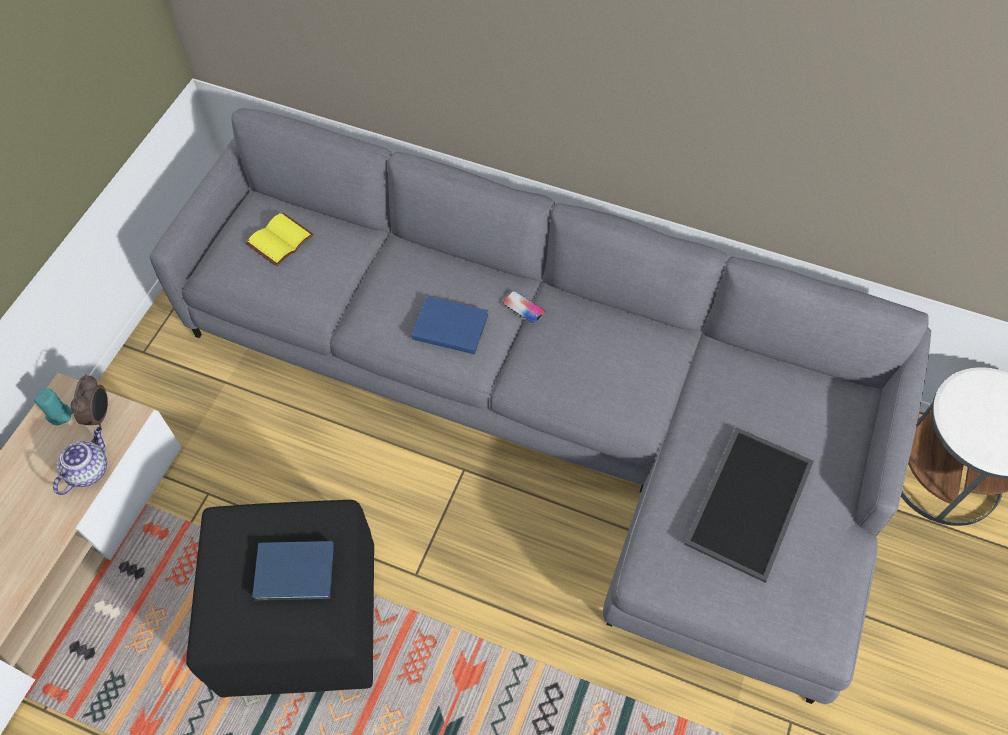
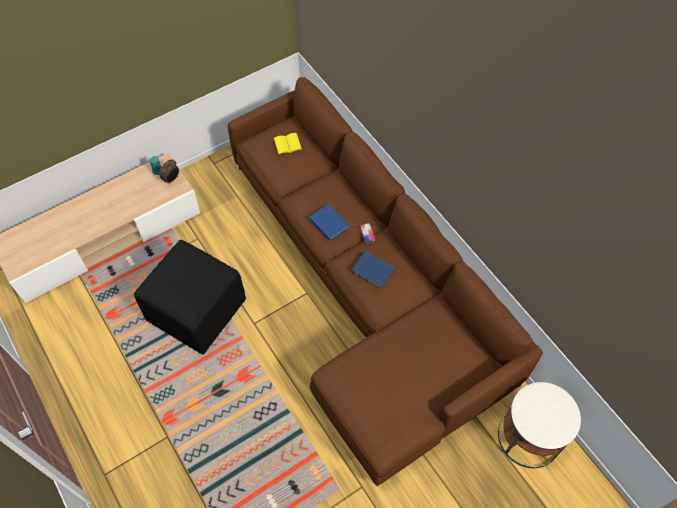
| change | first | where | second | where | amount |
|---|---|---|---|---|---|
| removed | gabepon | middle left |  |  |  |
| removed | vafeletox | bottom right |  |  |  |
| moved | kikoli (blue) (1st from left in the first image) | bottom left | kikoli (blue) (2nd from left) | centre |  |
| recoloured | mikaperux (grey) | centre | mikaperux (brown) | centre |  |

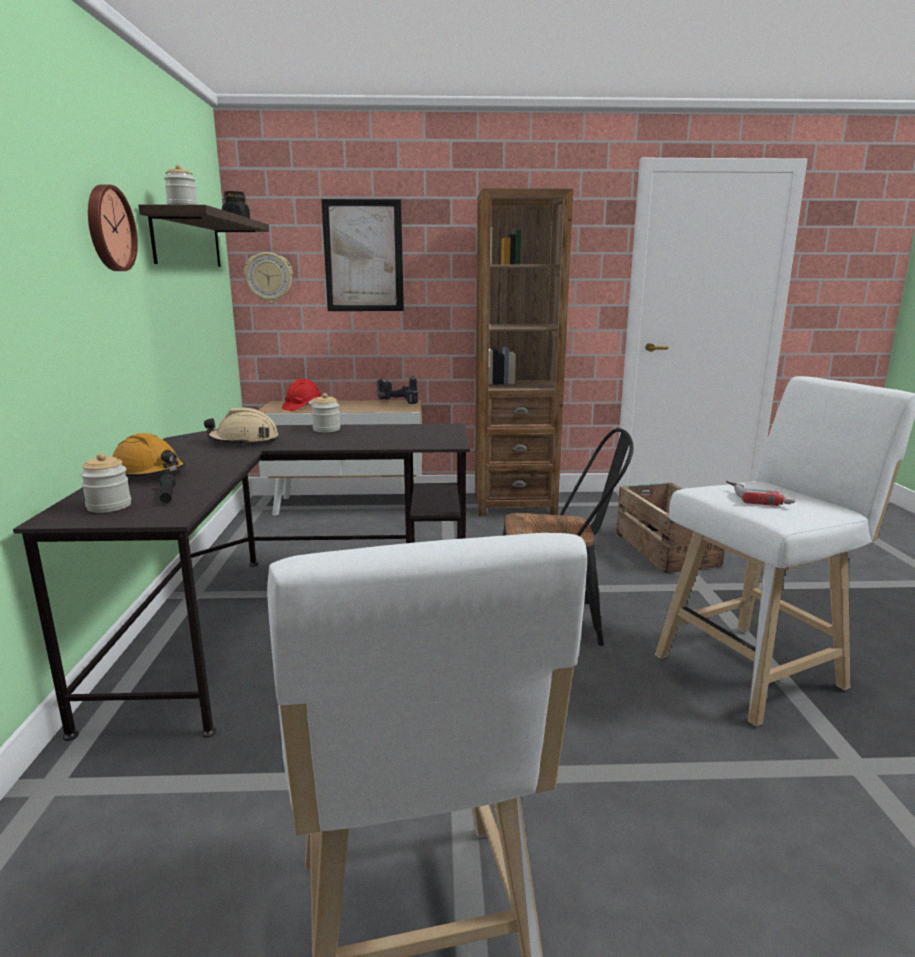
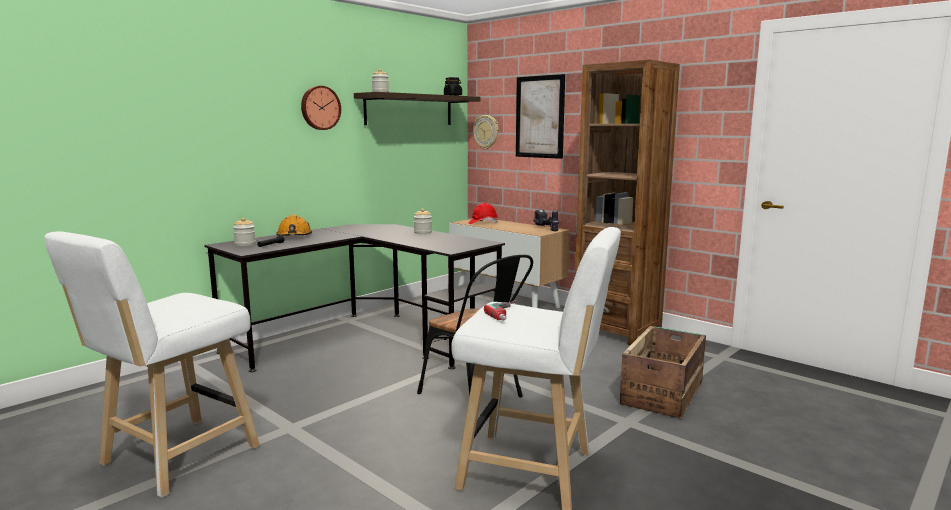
| change | first | where | second | where | amount |
|---|---|---|---|---|---|
| removed | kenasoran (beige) | middle left |  |  |  |

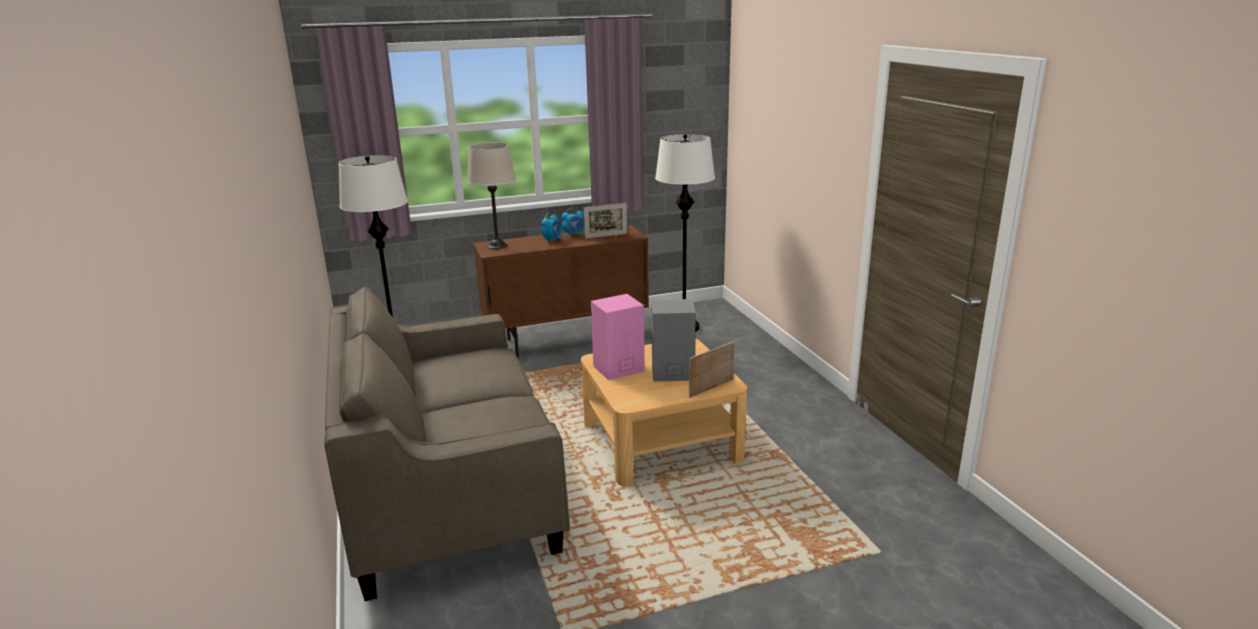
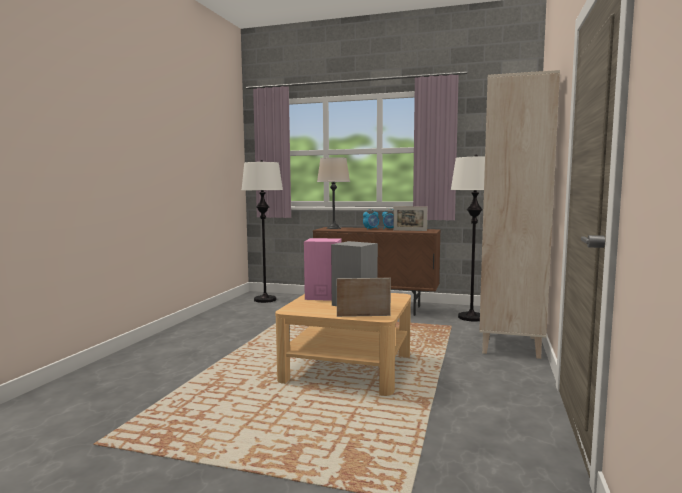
| change | first | where | second | where | amount |
|---|---|---|---|---|---|
| removed | mikaperux (beige) | bottom centre |  |  |  |
| added |  |  | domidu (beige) | middle right |  |

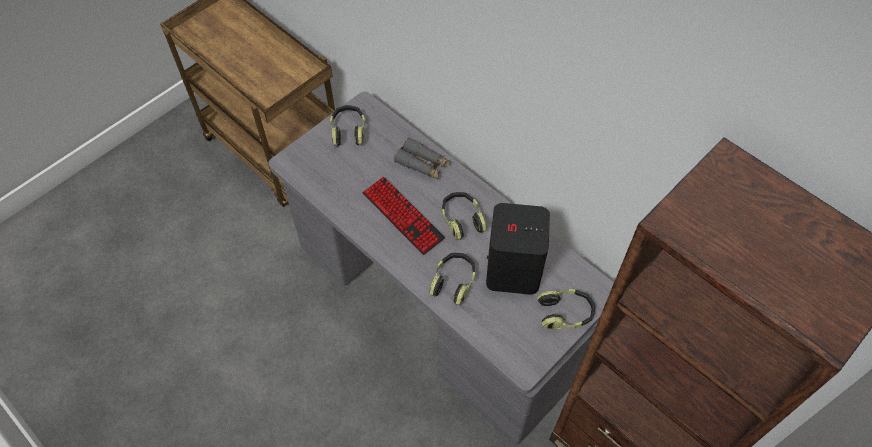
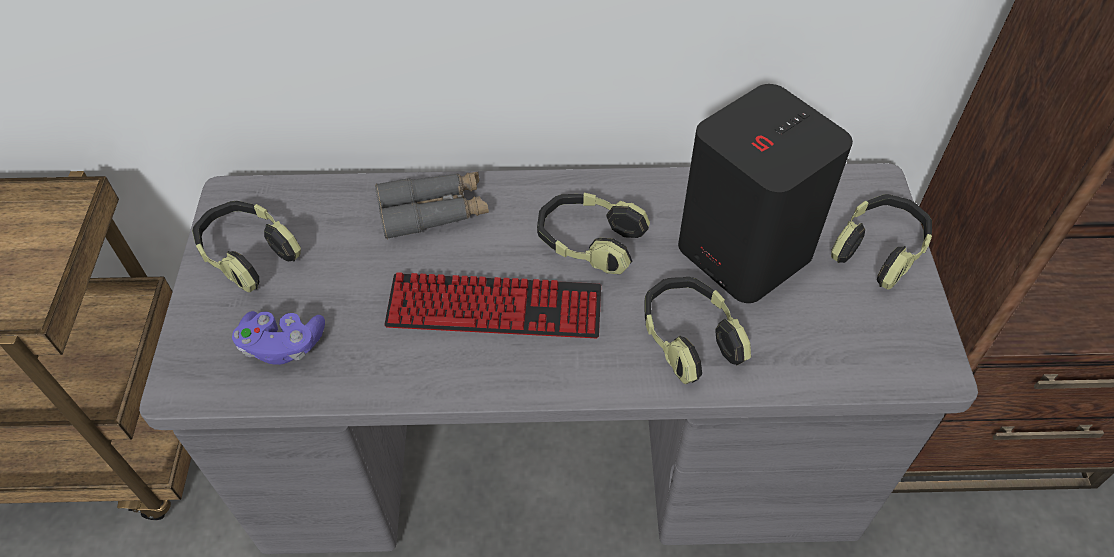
| change | first | where | second | where | amount |
|---|---|---|---|---|---|
| added |  |  | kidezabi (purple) | middle left |  |

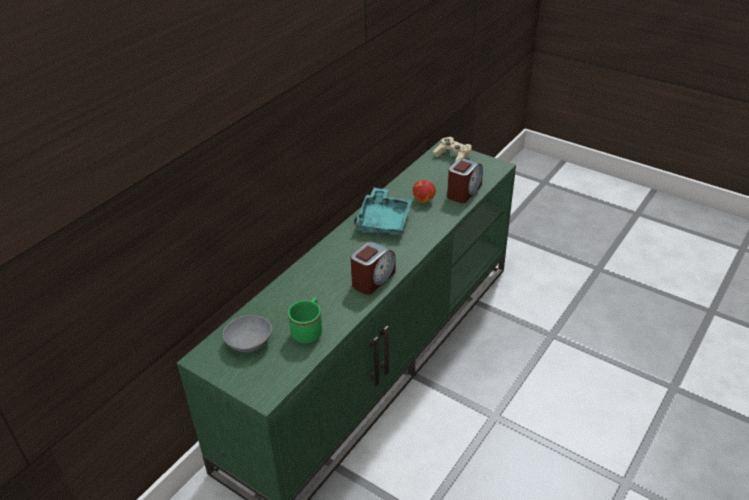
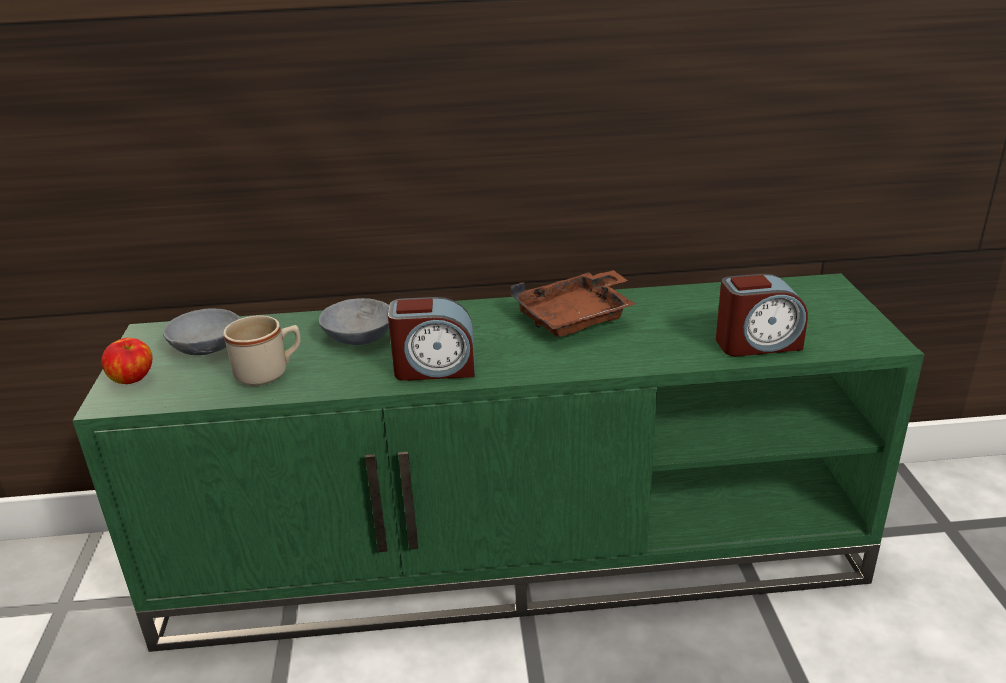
| change | first | where | second | where | amount |
|---|---|---|---|---|---|
| removed | kidezabi (beige) | top centre |  |  |  |
| added |  |  | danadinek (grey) (2nd from left) | centre |  |
| moved | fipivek | centre |  | middle left |  |
| recoloured | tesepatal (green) | centre | tesepatal (beige) | middle left |  |
| recoloured | vafeletox (turquoise) | centre | vafeletox (brown) | centre |  |

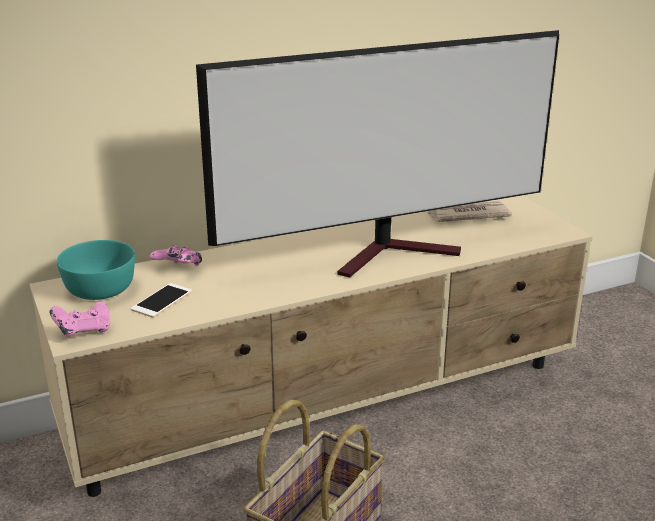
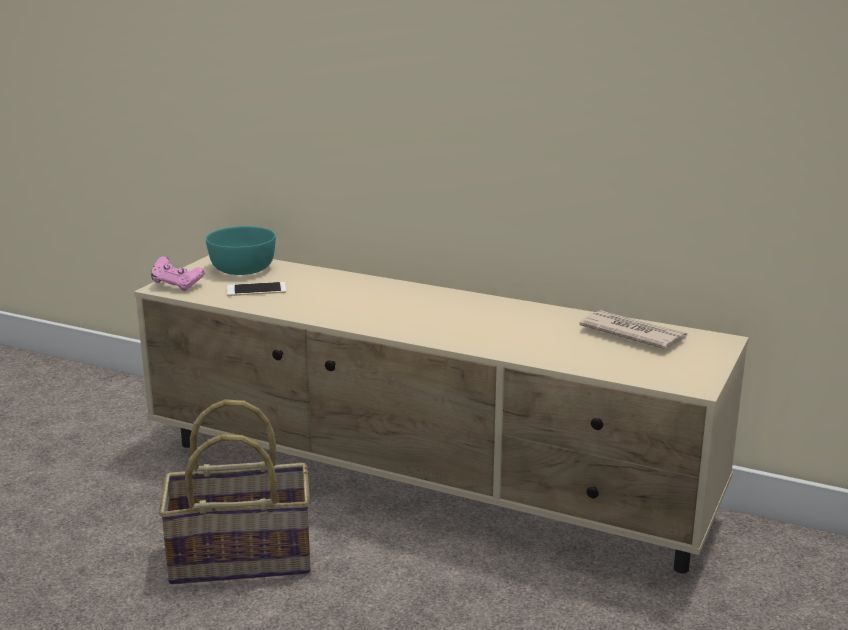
| change | first | where | second | where | amount |
|---|---|---|---|---|---|
| removed | kidezabi (pink) (2nd from left) | middle left |  |  |  |
| removed | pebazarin | top centre |  |  |  |

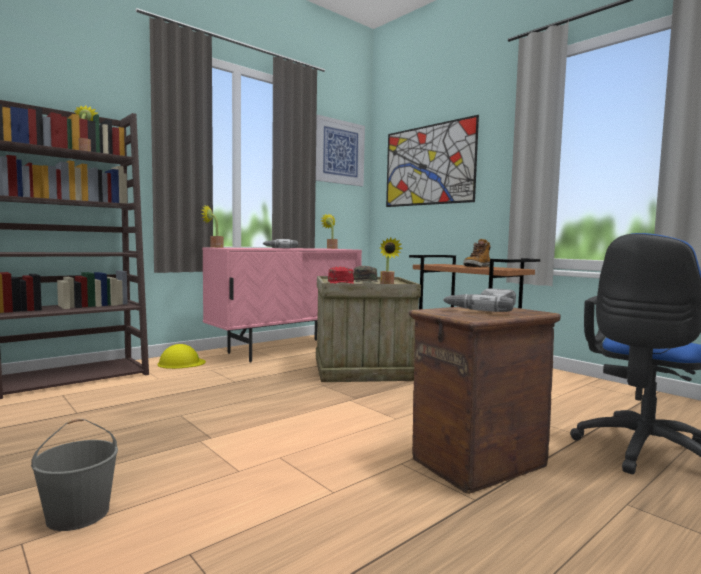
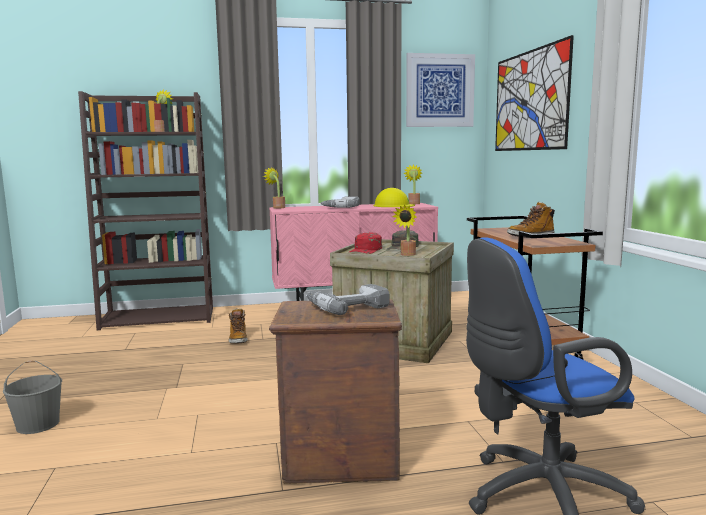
| change | first | where | second | where | amount |
|---|---|---|---|---|---|
| added |  |  | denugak (1st from left) | centre |  |
| moved | kenasoran (yellow) | middle left |  | centre |  |

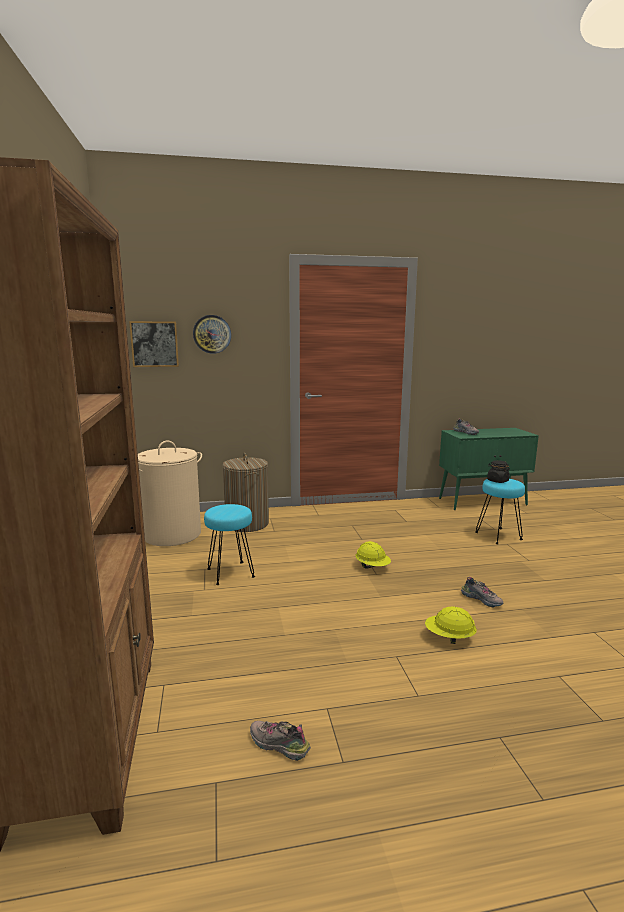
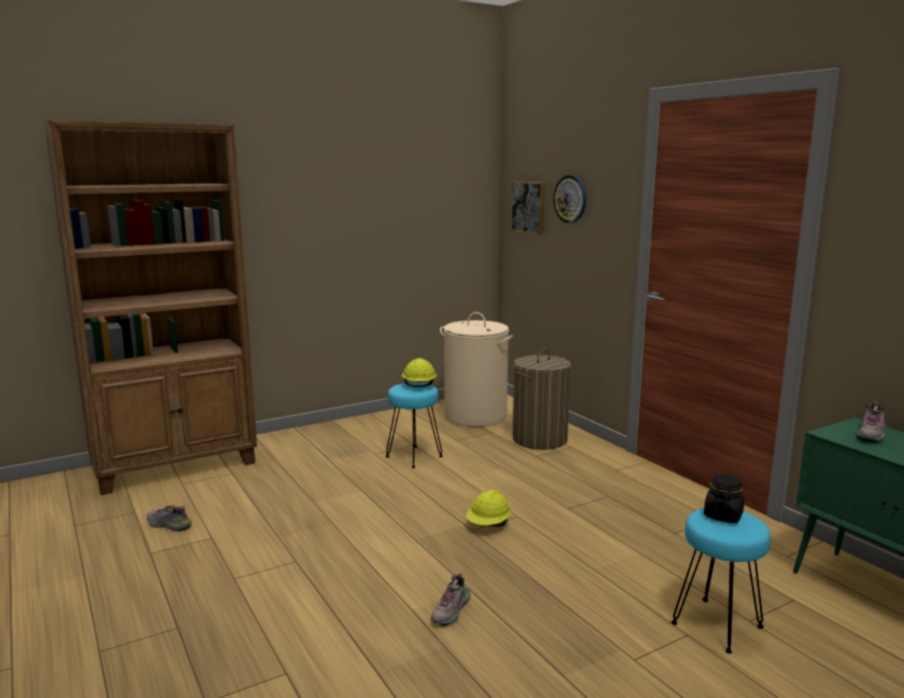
| change | first | where | second | where | amount |
|---|---|---|---|---|---|
| moved | kenasoran (yellow) (2nd from left in the first image) | bottom right | kenasoran (yellow) (1st from left) | centre |  |
| turned | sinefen (1st from left) | bottom centre |  | bottom left | 75 degrees counterclockwise |

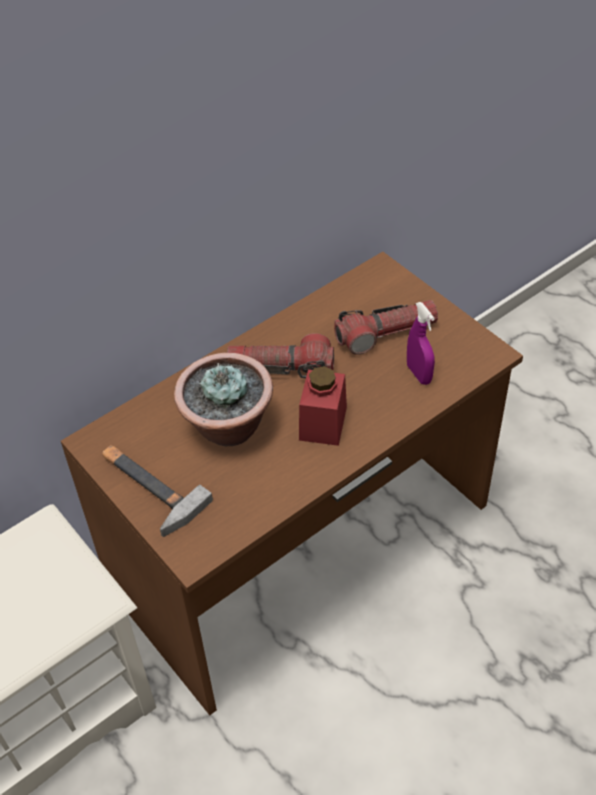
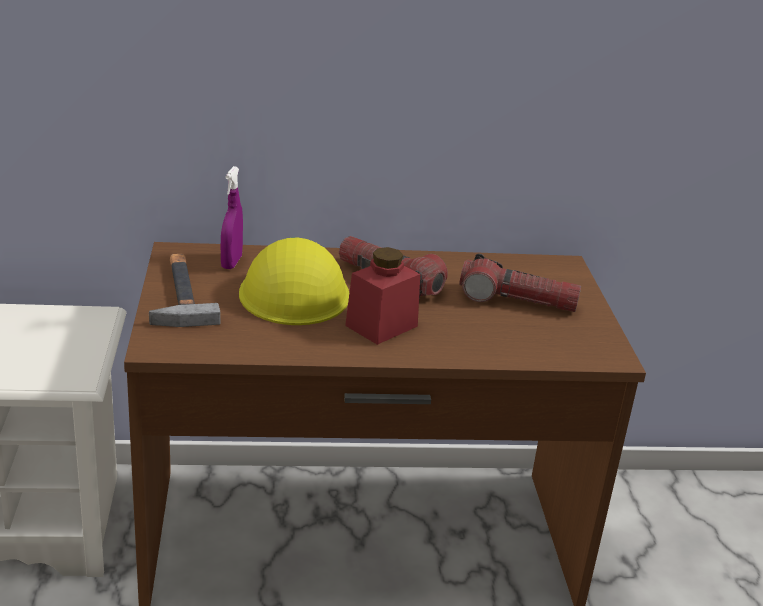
| change | first | where | second | where | amount |
|---|---|---|---|---|---|
| moved | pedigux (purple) | middle right |  | middle left |  |
| replaced | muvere | centre | kenasoran (yellow) | centre |  |

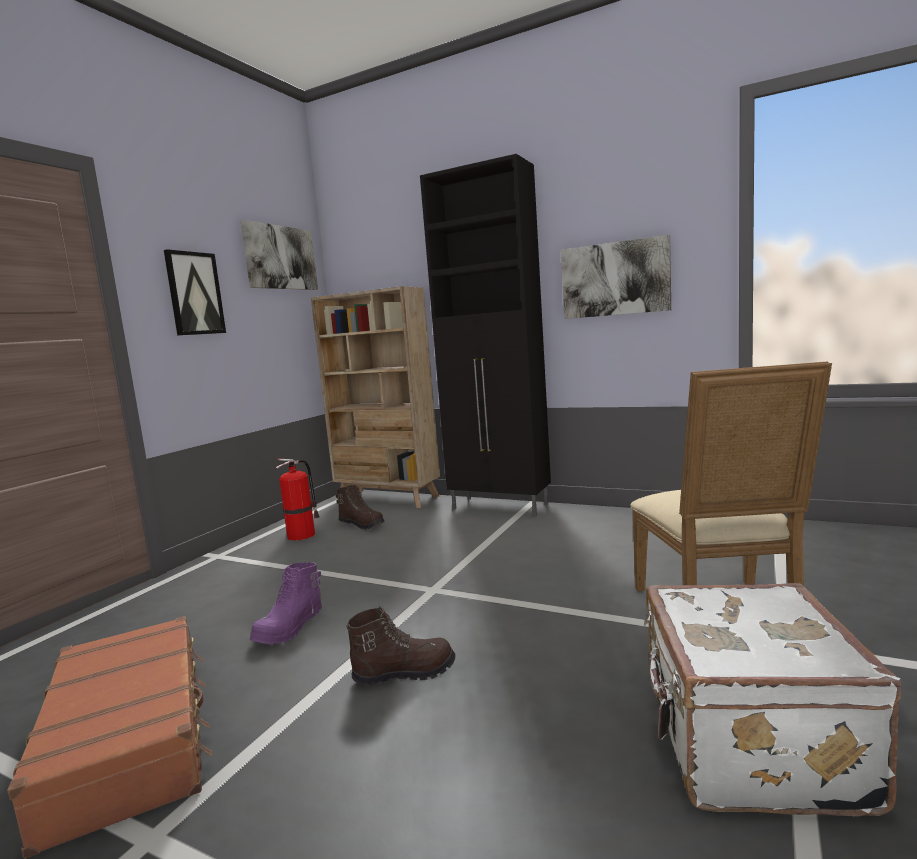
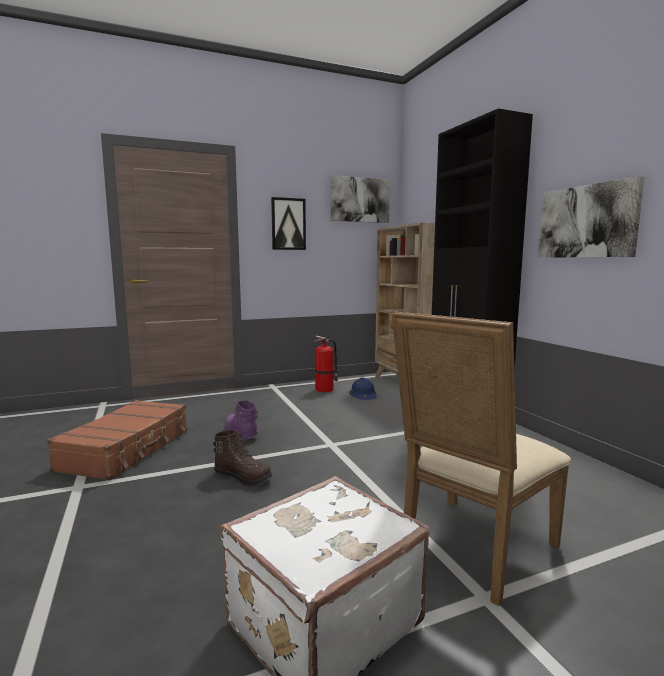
| change | first | where | second | where | amount |
|---|---|---|---|---|---|
| replaced | denugak (brown) (1st from left) | centre | kenasoran (blue) | centre |  |
| turned | denugak (purple) | bottom left |  | centre | 75 degrees clockwise |

